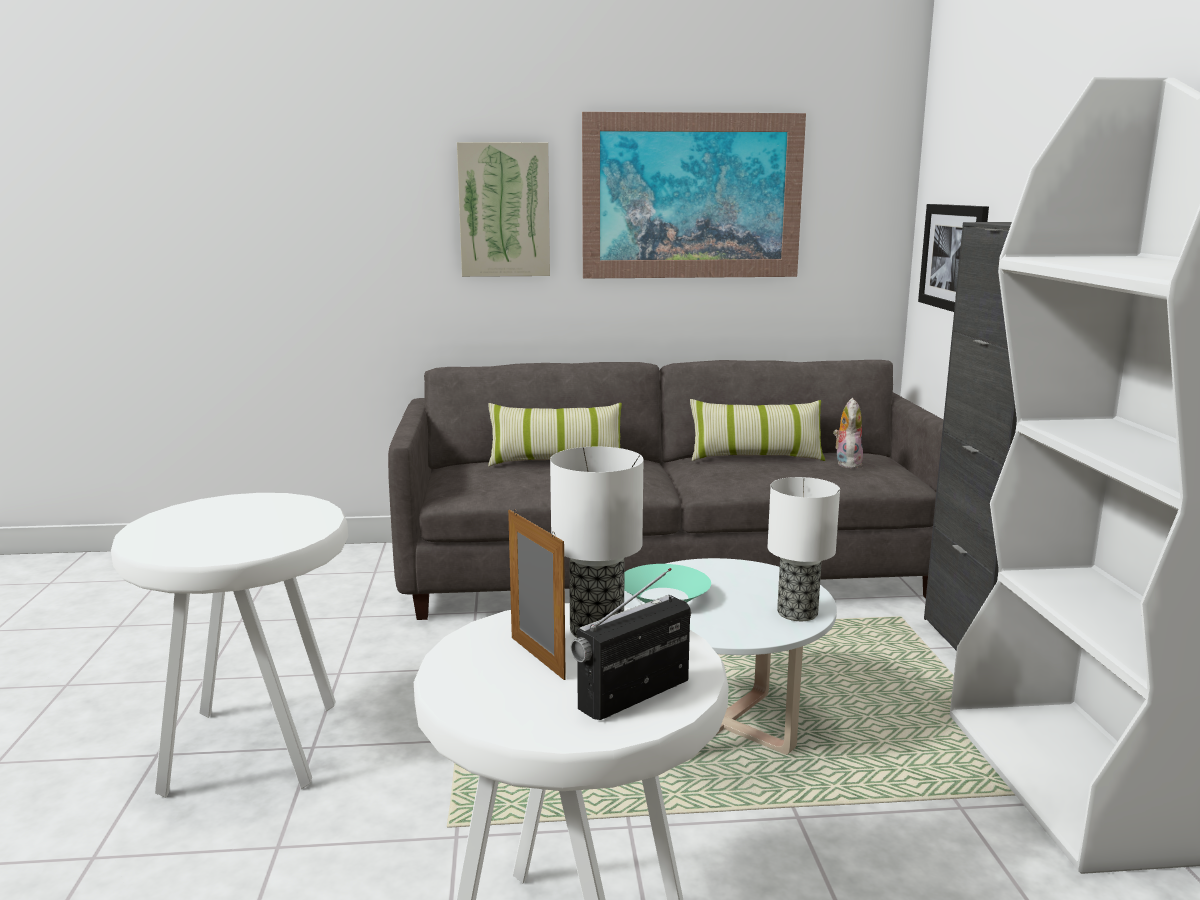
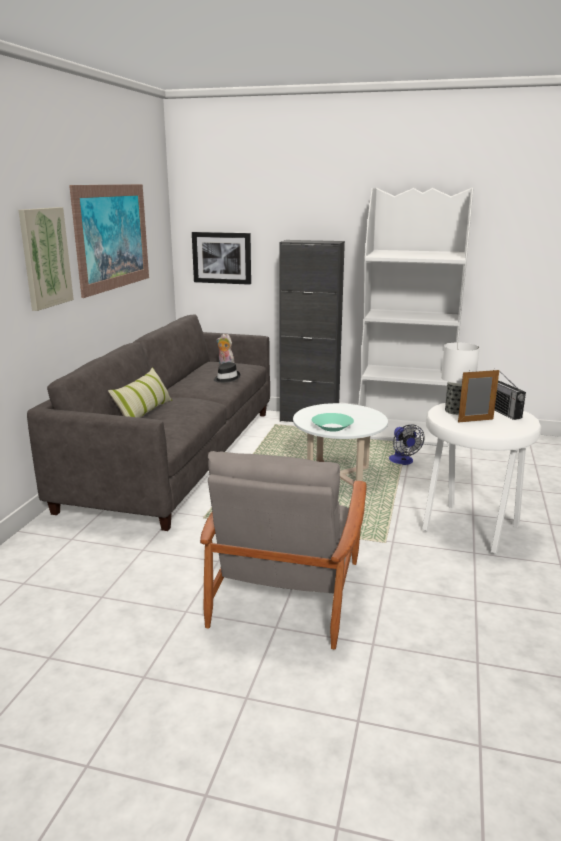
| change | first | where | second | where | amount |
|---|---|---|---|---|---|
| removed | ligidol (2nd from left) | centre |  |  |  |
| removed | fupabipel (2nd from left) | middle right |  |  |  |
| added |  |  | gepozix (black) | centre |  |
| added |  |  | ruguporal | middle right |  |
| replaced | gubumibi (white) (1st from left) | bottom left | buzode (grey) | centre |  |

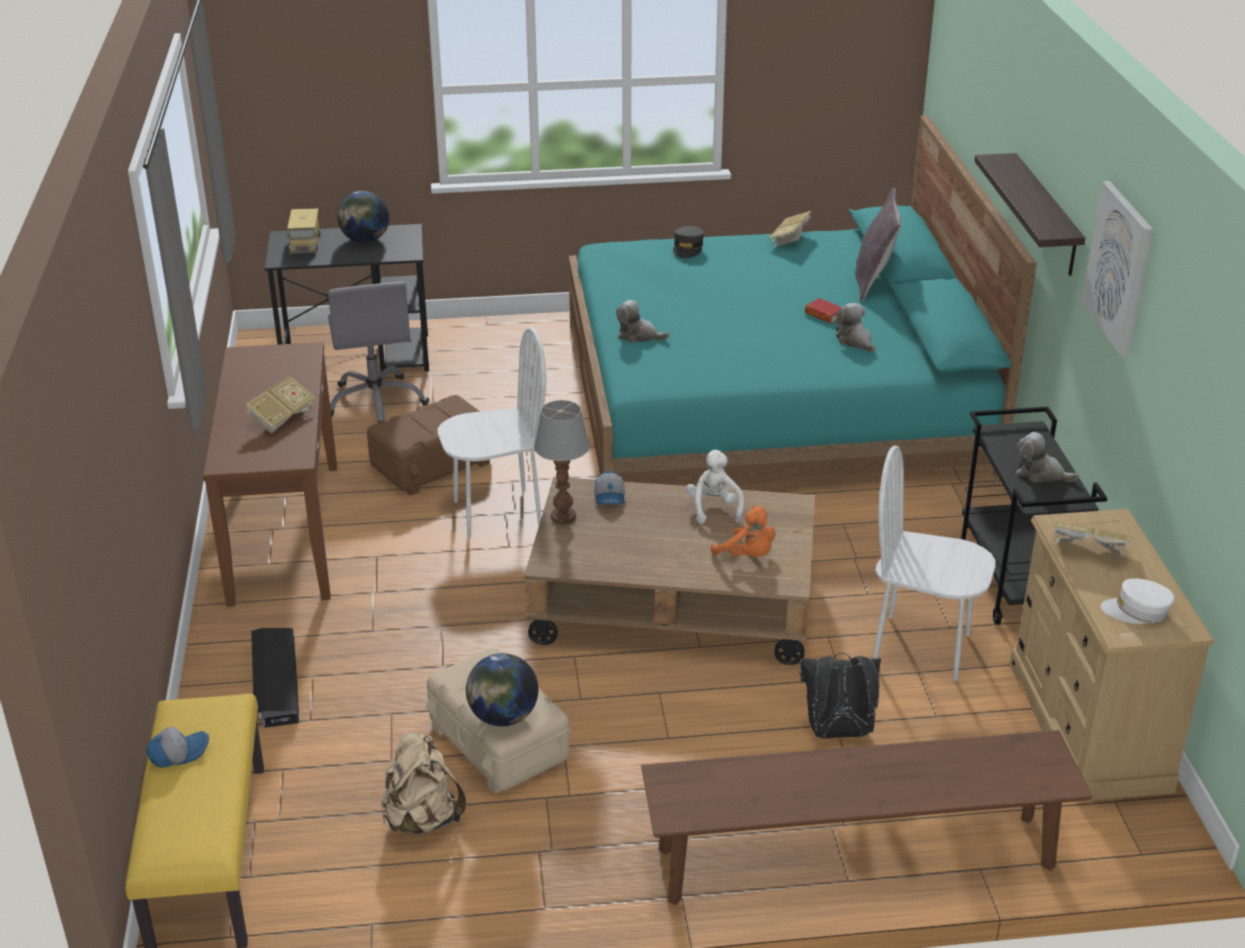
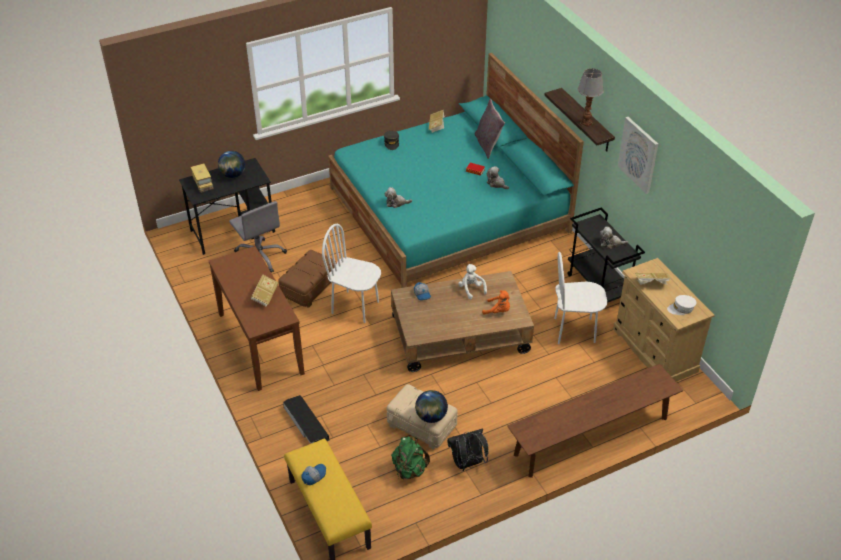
| change | first | where | second | where | amount |
|---|---|---|---|---|---|
| moved | fupabipel | centre |  | top right |  |
| moved | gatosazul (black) | bottom right |  | bottom centre |  |
| recoloured | gatosazul (beige) | bottom centre | gatosazul (green) | bottom centre |  |
| turned | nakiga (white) (1st from left) | centre |  | centre | 120 degrees counterclockwise |

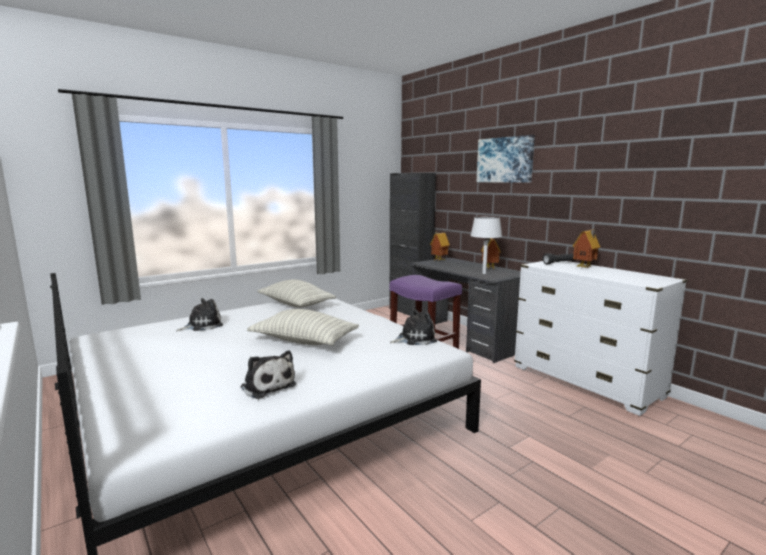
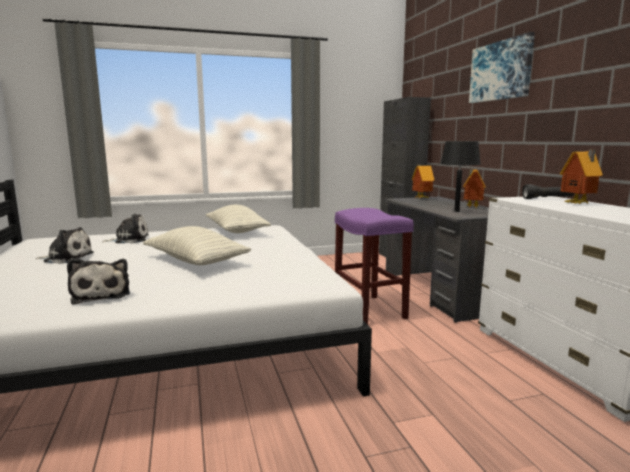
| change | first | where | second | where | amount |
|---|---|---|---|---|---|
| moved | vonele (3rd from left in the first image) | centre | vonele (1st from left) | middle left |  |
| recoloured | fupabipel (white) | centre | fupabipel (black) | middle right |  |

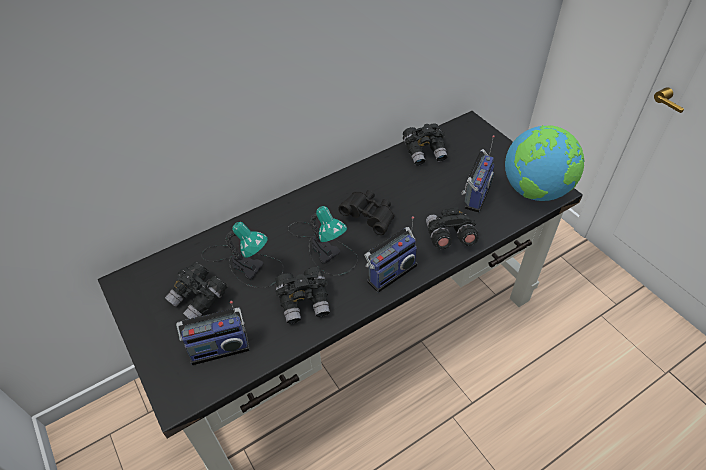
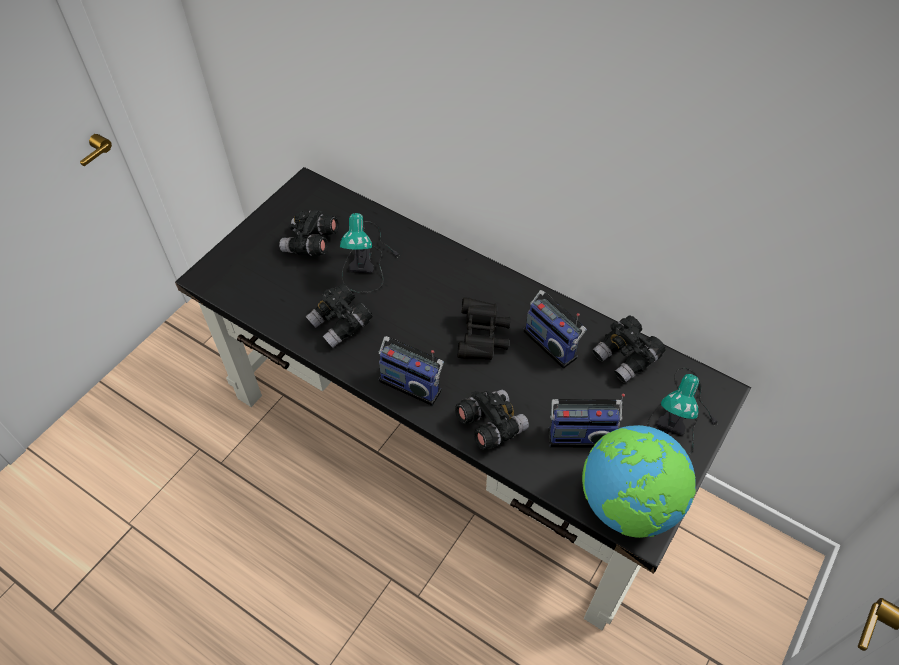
| change | first | where | second | where | amount |
|---|---|---|---|---|---|
| moved | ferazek (1st from left in the first image) | bottom left | ferazek (2nd from left) | centre |  |
| moved | fupabipel (2nd from left) | centre |  | middle right |  |

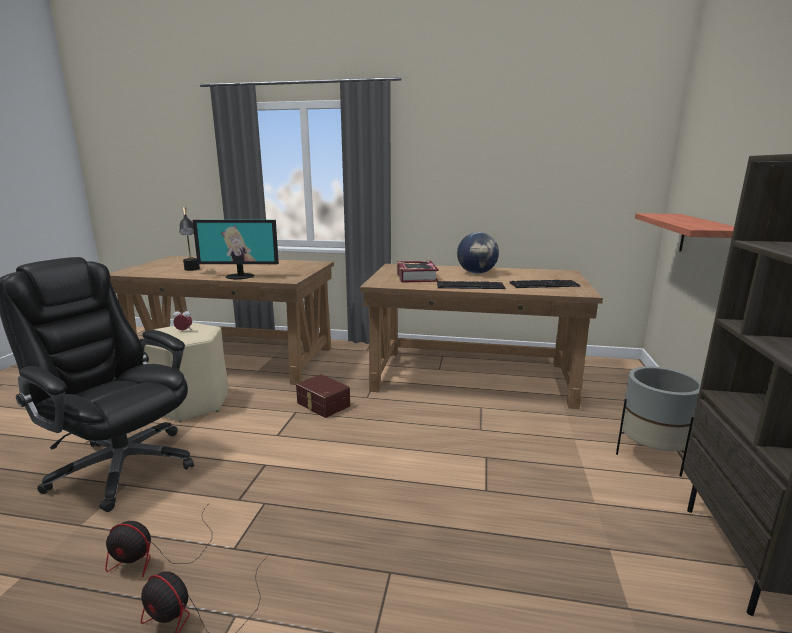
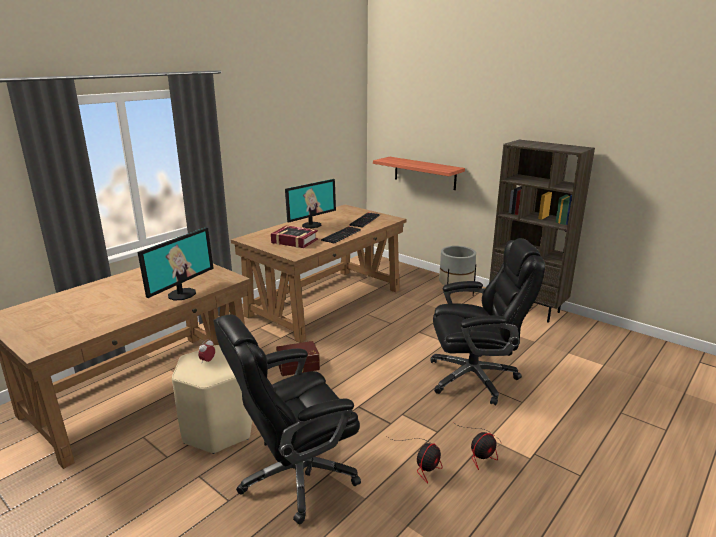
| change | first | where | second | where | amount |
|---|---|---|---|---|---|
| removed | fupabipel (black) | middle left |  |  |  |
| added |  |  | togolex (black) (2nd from left) | middle right |  |
| replaced | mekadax | centre | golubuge (2nd from left) | centre |  |

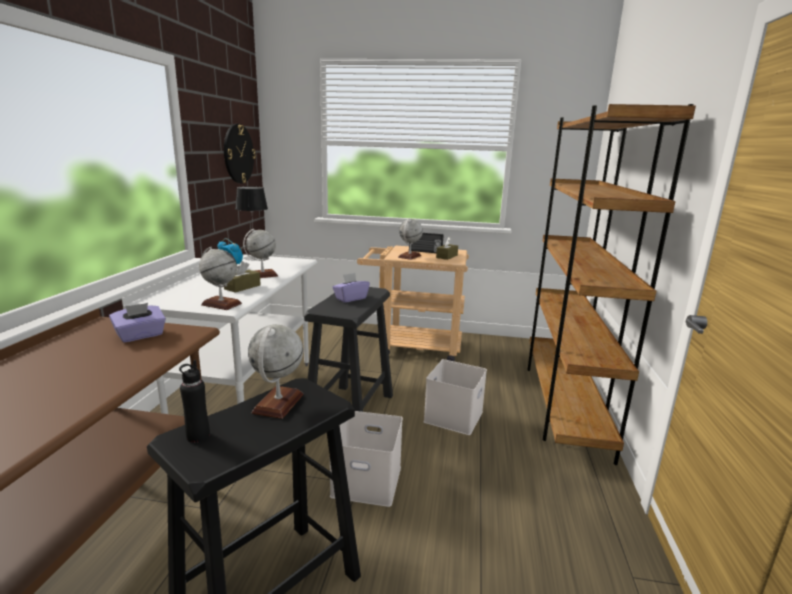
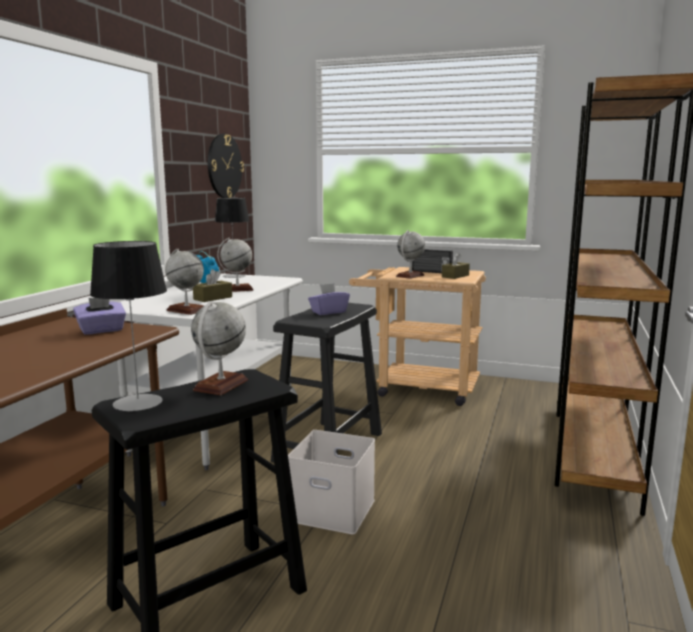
| change | first | where | second | where | amount |
|---|---|---|---|---|---|
| removed | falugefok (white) (2nd from left) | bottom centre |  |  |  |
| replaced | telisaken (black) | bottom left | fupabipel (1st from left) | middle left |  |

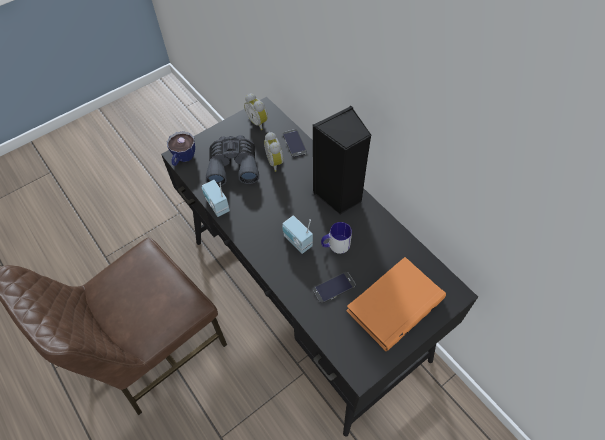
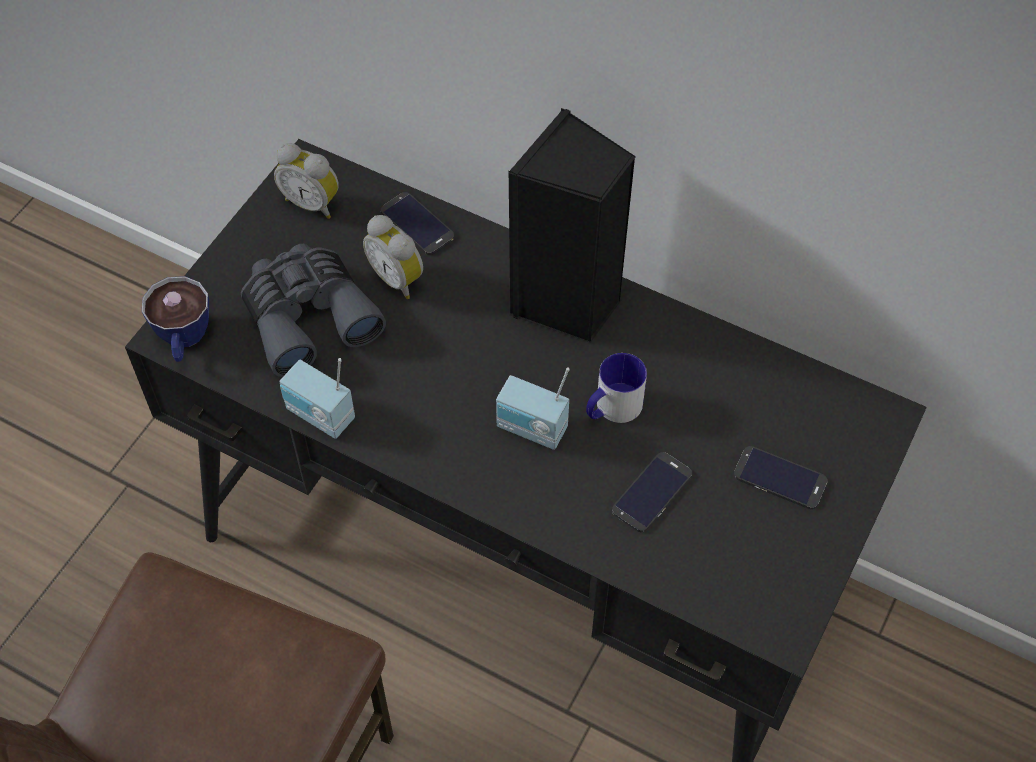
| change | first | where | second | where | amount |
|---|---|---|---|---|---|
| replaced | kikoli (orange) | bottom centre | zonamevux (3rd from left) | middle right |  |

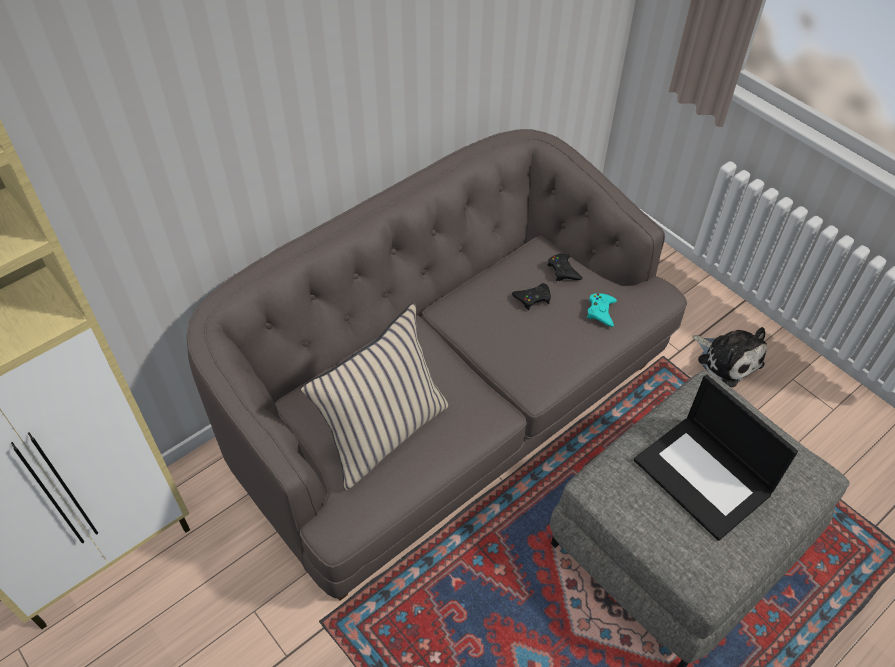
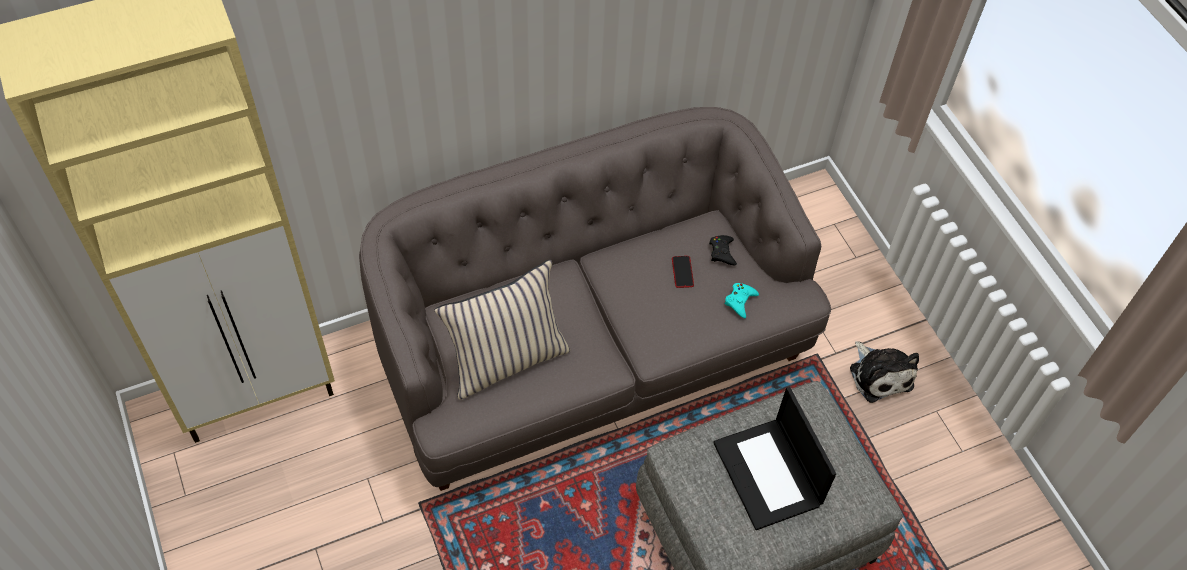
| change | first | where | second | where | amount |
|---|---|---|---|---|---|
| replaced | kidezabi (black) (1st from left) | centre | zonamevux | centre |  |

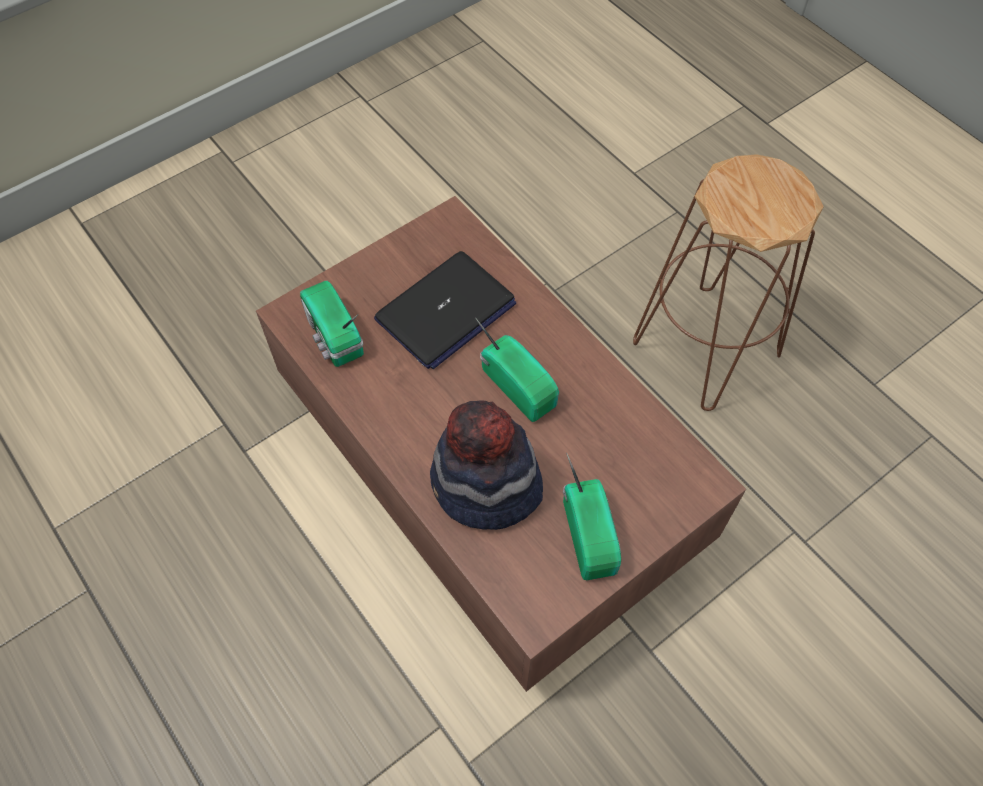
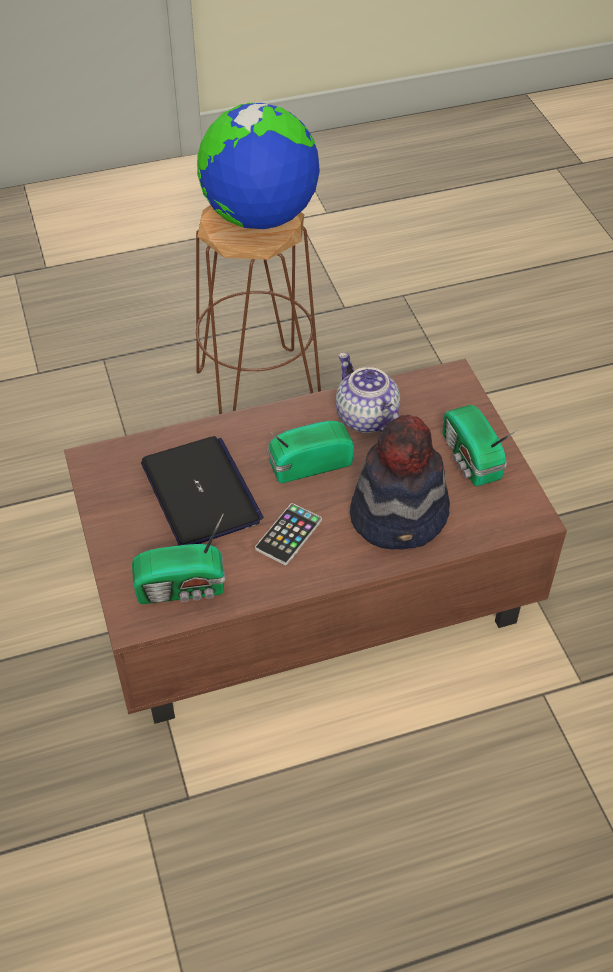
| change | first | where | second | where | amount |
|---|---|---|---|---|---|
| added |  |  | mekadax | top centre |  |
| added |  |  | zonamevux | centre |  |
| added |  |  | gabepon | centre |  |
| turned | ferazek (3rd from left) | centre |  | middle right | 120 degrees counterclockwise |

